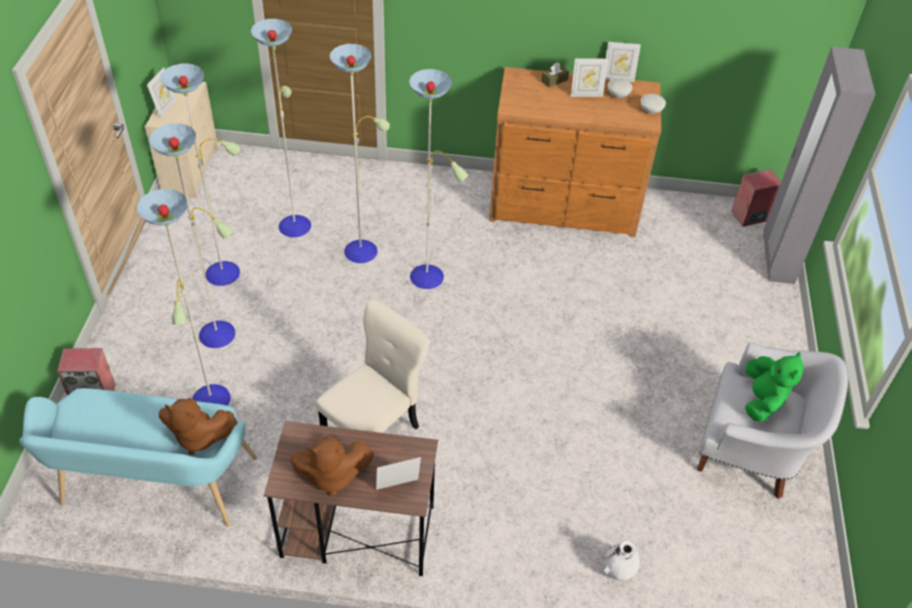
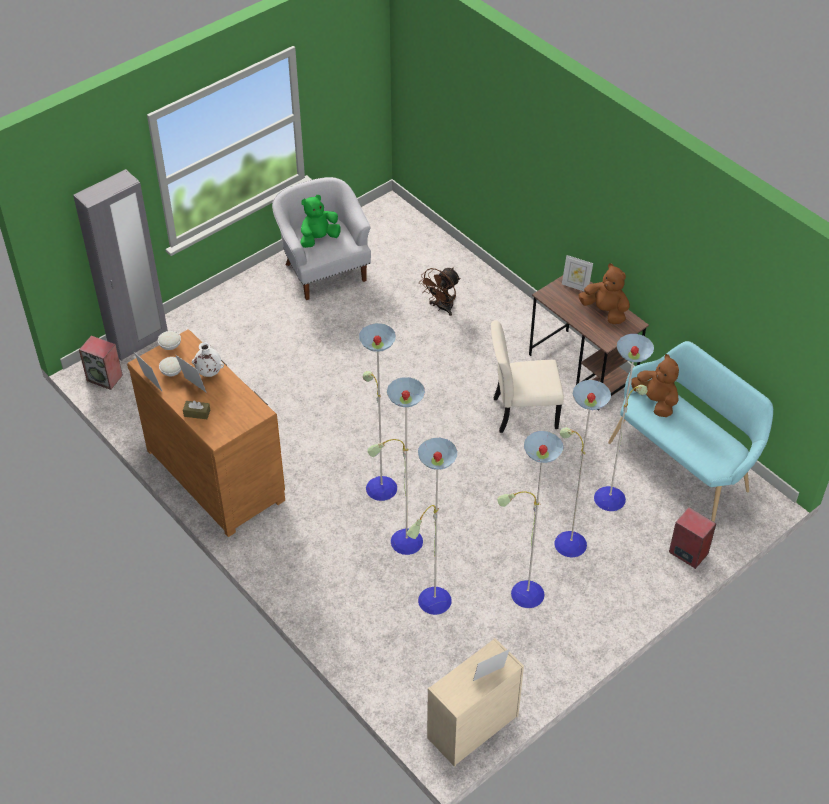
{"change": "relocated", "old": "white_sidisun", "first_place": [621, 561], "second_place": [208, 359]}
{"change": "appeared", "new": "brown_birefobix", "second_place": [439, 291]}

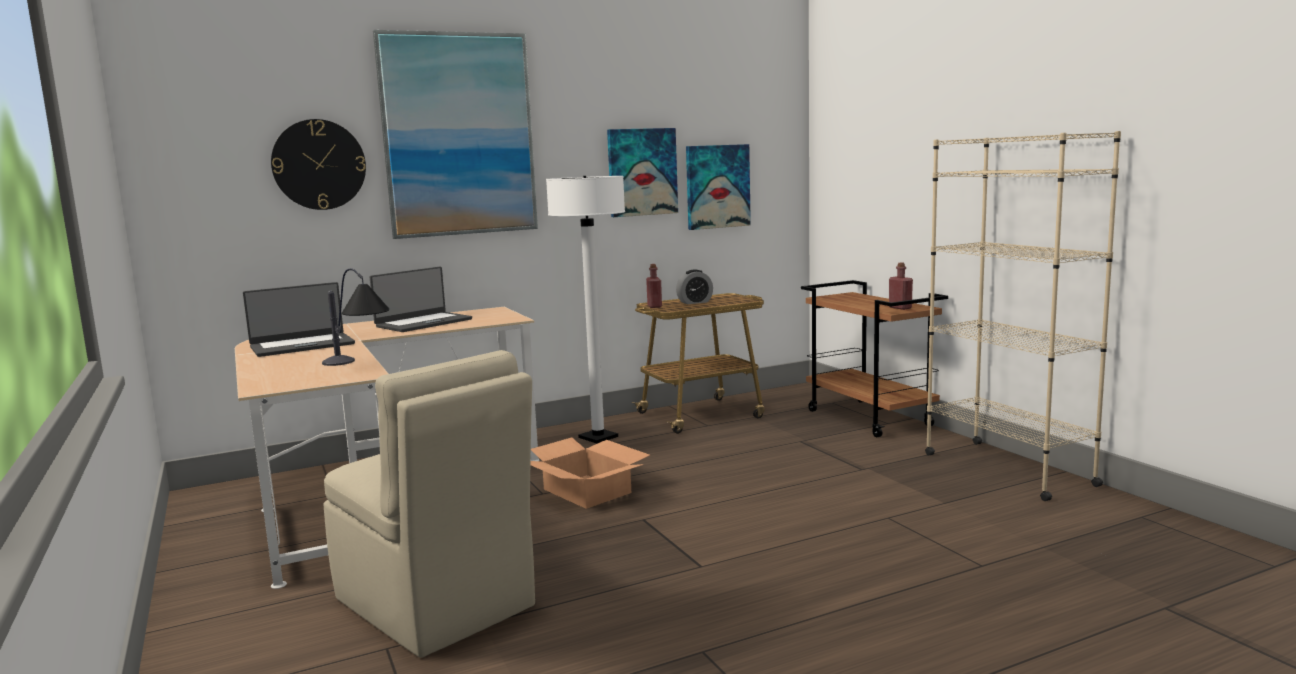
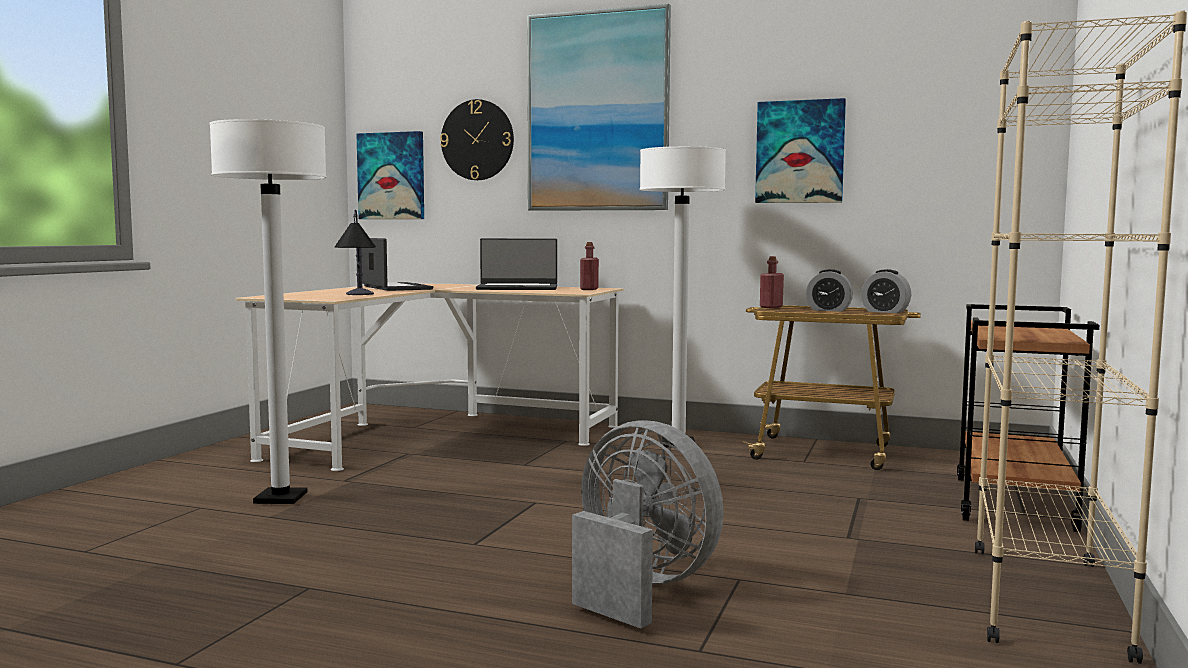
{"change": "relocated", "old": "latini", "first_place": [718, 187], "second_place": [390, 175]}
{"change": "relocated", "old": "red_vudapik", "first_place": [901, 286], "second_place": [589, 266]}
{"change": "spun", "old": "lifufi", "first_place": [299, 319], "second_place": [397, 264], "degrees": -135}
{"change": "exchanged", "old": "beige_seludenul", "new": "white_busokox", "first_place": [429, 504], "second_place": [268, 311]}
{"change": "missing", "old": "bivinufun", "first_place": [590, 473]}
{"change": "appeared", "new": "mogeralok", "second_place": [886, 291]}
{"change": "appeared", "new": "grey_birefobix", "second_place": [648, 524]}

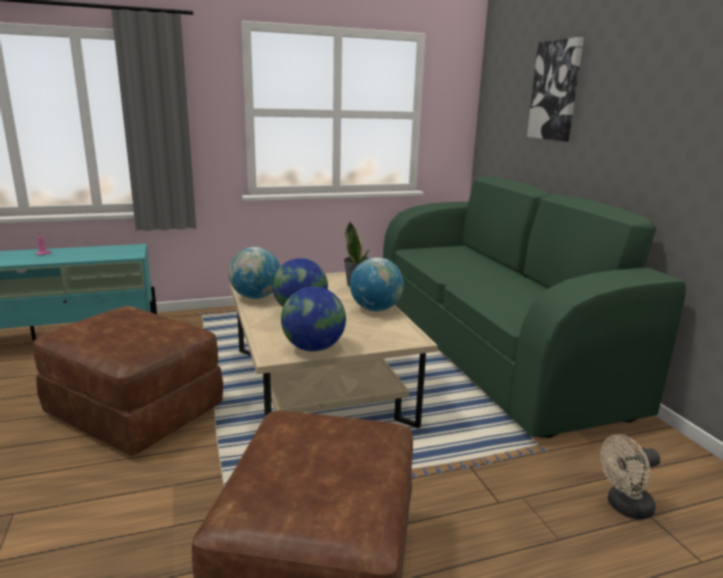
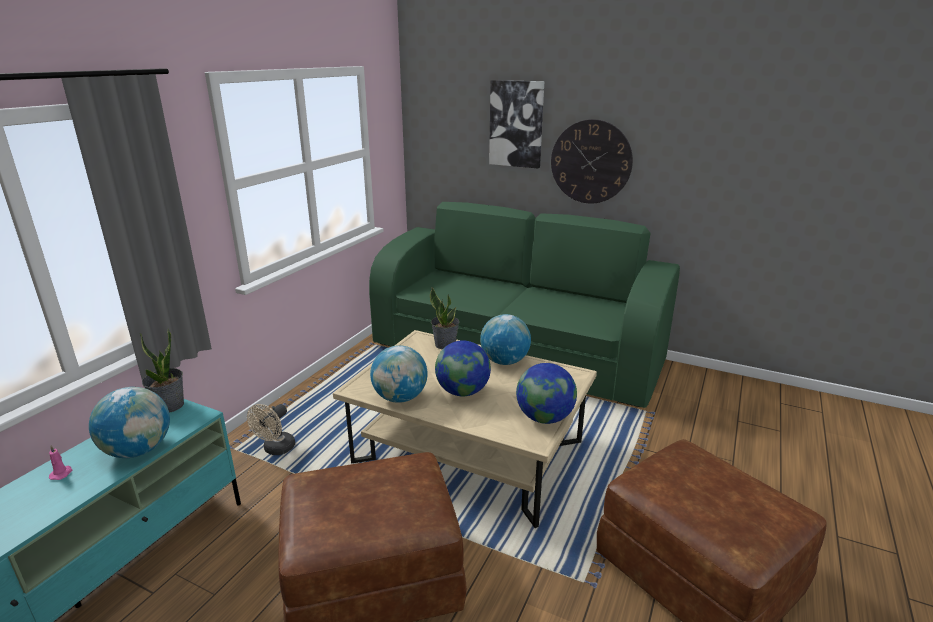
{"change": "relocated", "old": "beige_birefobix", "first_place": [630, 477], "second_place": [271, 429]}
{"change": "appeared", "new": "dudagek", "second_place": [592, 161]}
{"change": "appeared", "new": "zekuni", "second_place": [162, 370]}
{"change": "appeared", "new": "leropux", "second_place": [129, 422]}

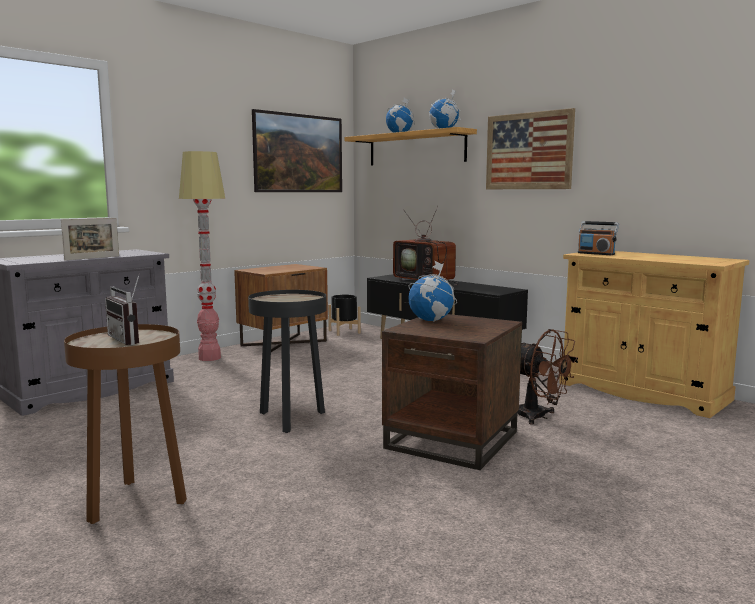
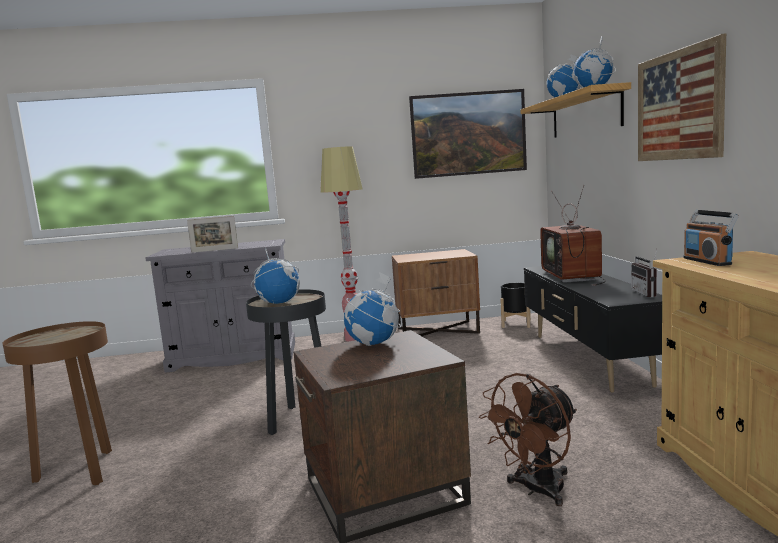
{"change": "relocated", "old": "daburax", "first_place": [122, 309], "second_place": [644, 273]}
{"change": "spun", "old": "brown_birefobix", "first_place": [547, 377], "second_place": [528, 439], "degrees": 60}
{"change": "appeared", "new": "leropux", "second_place": [275, 276]}

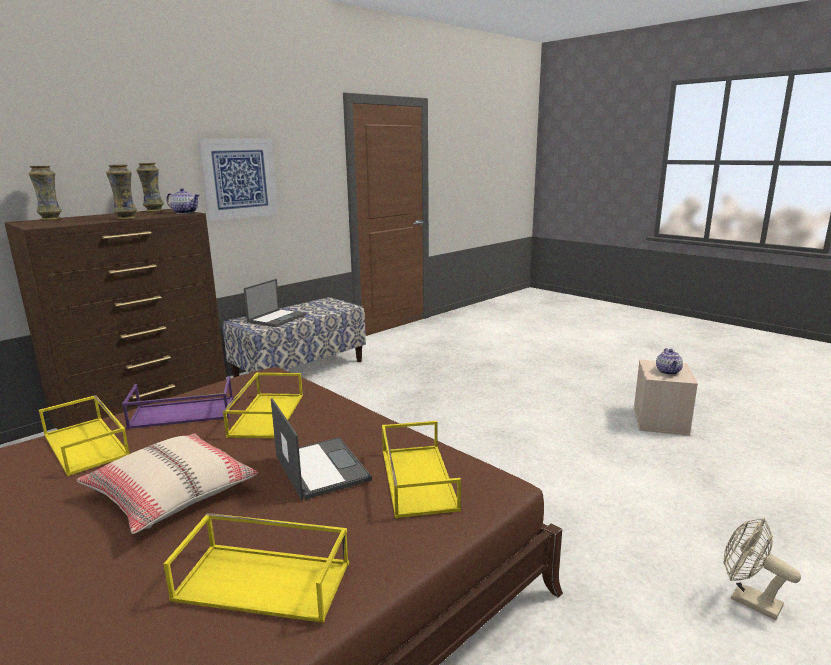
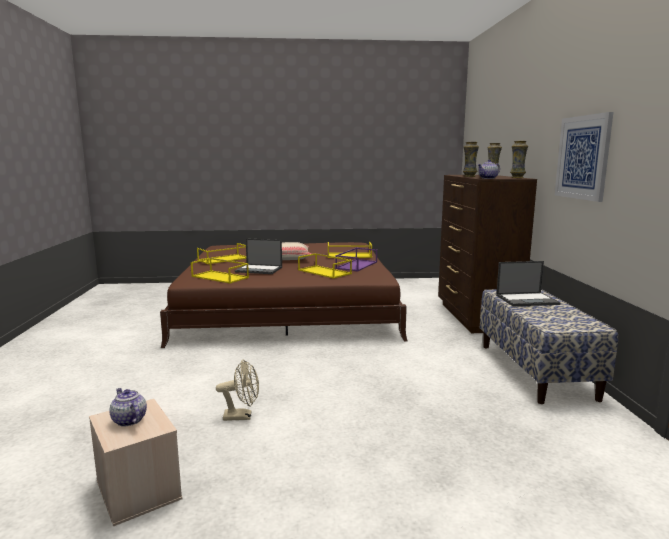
{"change": "spun", "old": "lifufi", "first_place": [275, 303], "second_place": [528, 283], "degrees": -75}
{"change": "relocated", "old": "beige_birefobix", "first_place": [762, 569], "second_place": [237, 390]}

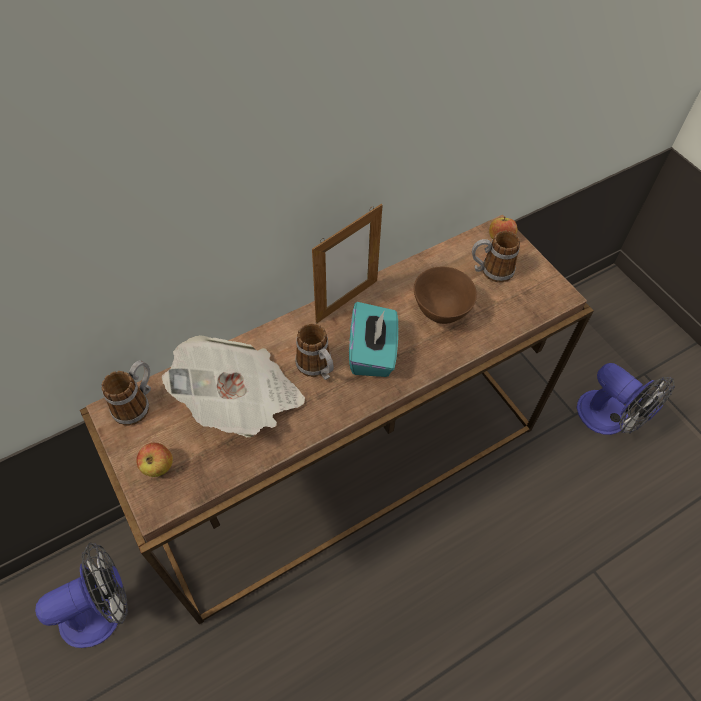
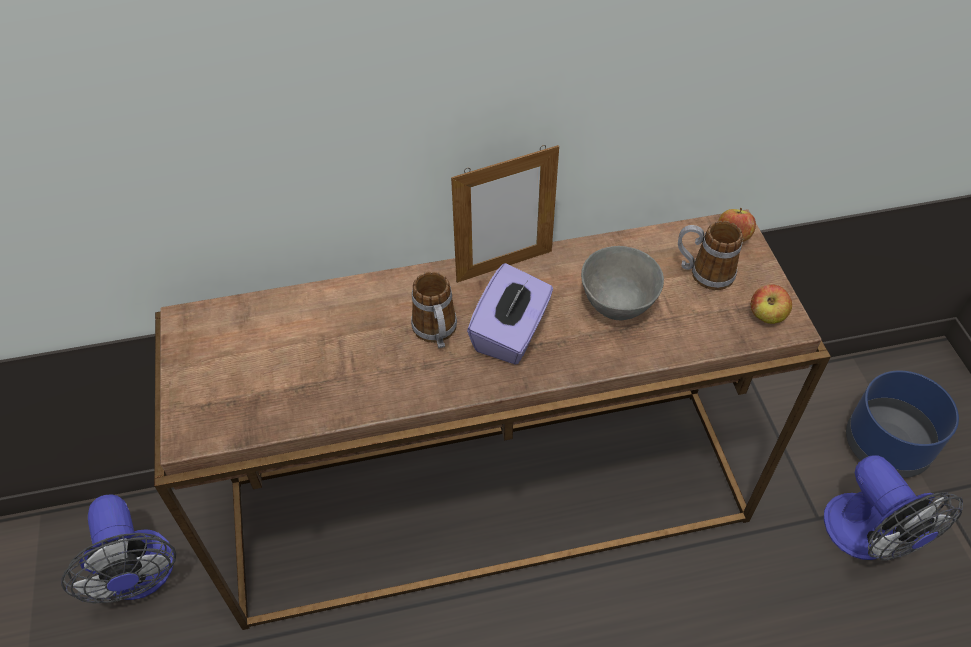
{"change": "colour", "old": "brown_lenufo", "new": "grey_lenufo", "first_place": [445, 295], "second_place": [622, 283]}
{"change": "colour", "old": "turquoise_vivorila", "new": "purple_vivorila", "first_place": [373, 339], "second_place": [510, 314]}
{"change": "missing", "old": "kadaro", "first_place": [233, 386]}
{"change": "missing", "old": "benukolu", "first_place": [126, 393]}
{"change": "relocated", "old": "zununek", "first_place": [154, 460], "second_place": [771, 304]}
{"change": "spun", "old": "birefobix", "first_place": [81, 595], "second_place": [118, 548], "degrees": 75}
{"change": "appeared", "new": "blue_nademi", "second_place": [902, 424]}

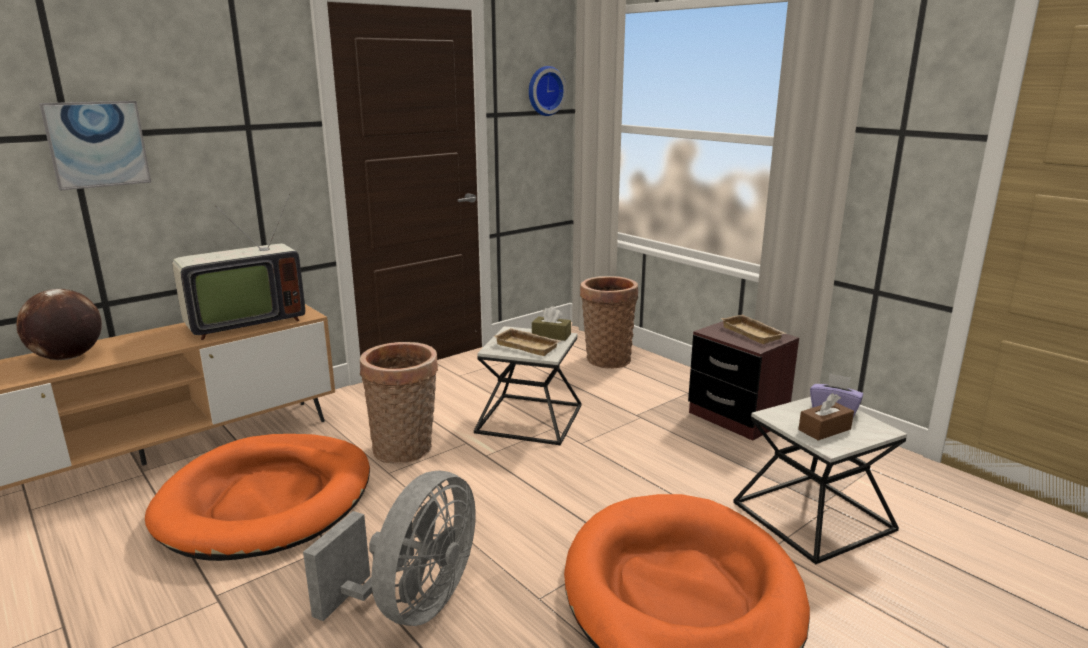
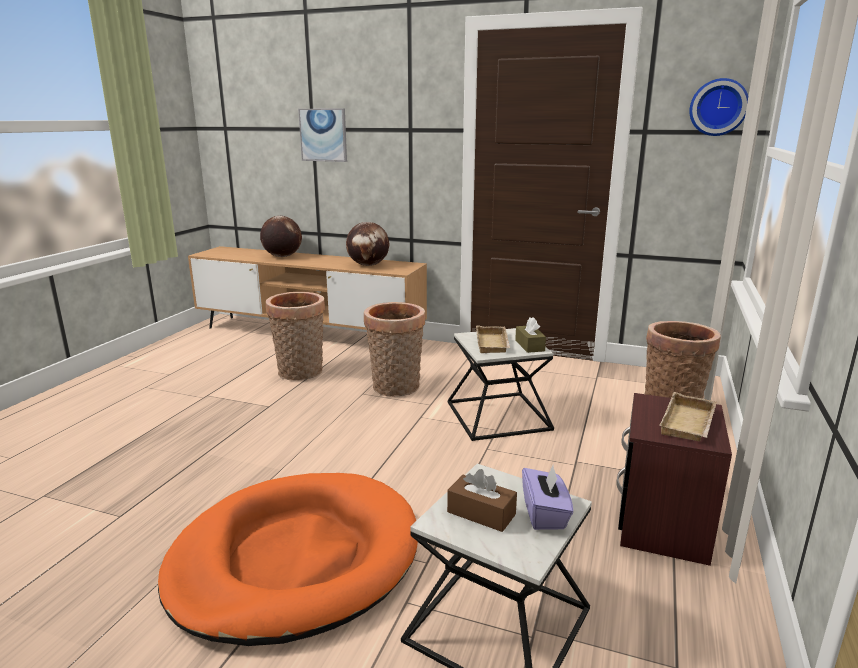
{"change": "exchanged", "old": "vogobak", "new": "leropux", "first_place": [238, 266], "second_place": [367, 244]}
{"change": "exchanged", "old": "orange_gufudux", "new": "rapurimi", "first_place": [257, 497], "second_place": [295, 336]}
{"change": "missing", "old": "grey_birefobix", "first_place": [389, 548]}

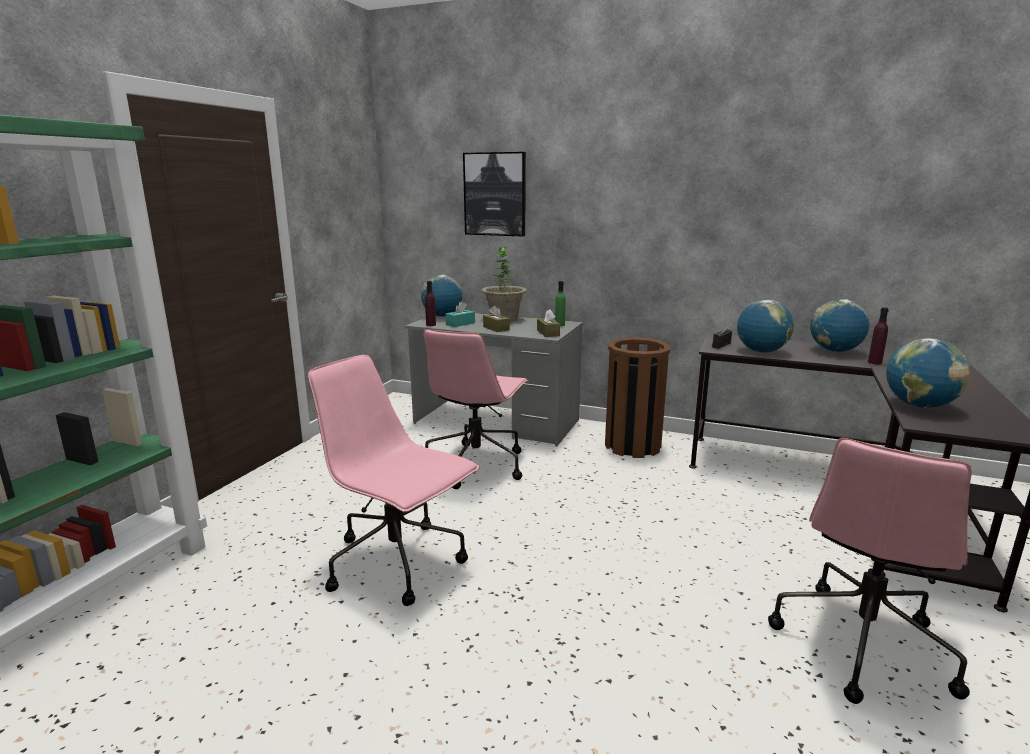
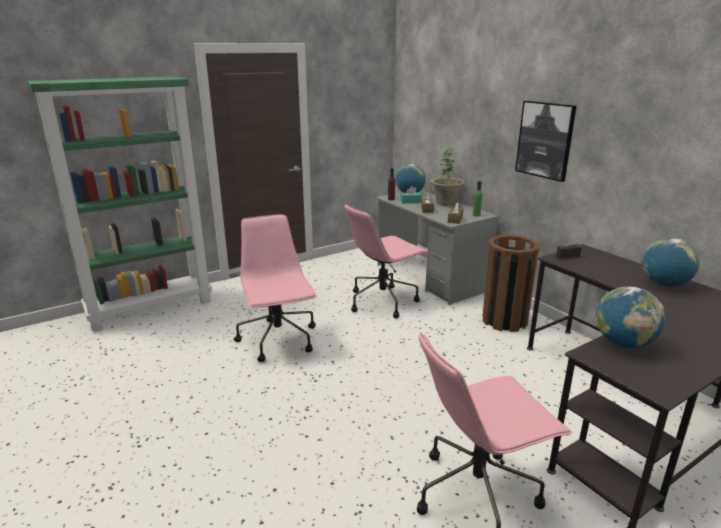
{"change": "relocated", "old": "latini", "first_place": [494, 194], "second_place": [545, 141]}
{"change": "missing", "old": "leropux", "first_place": [765, 326]}
{"change": "missing", "old": "purple_vudapik", "first_place": [878, 335]}

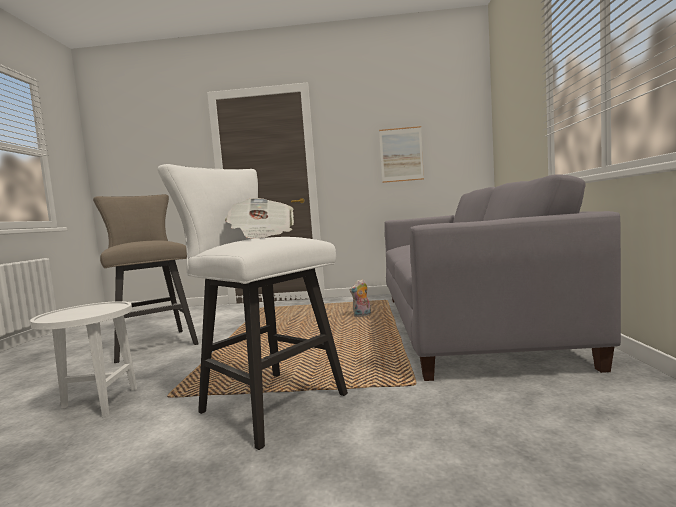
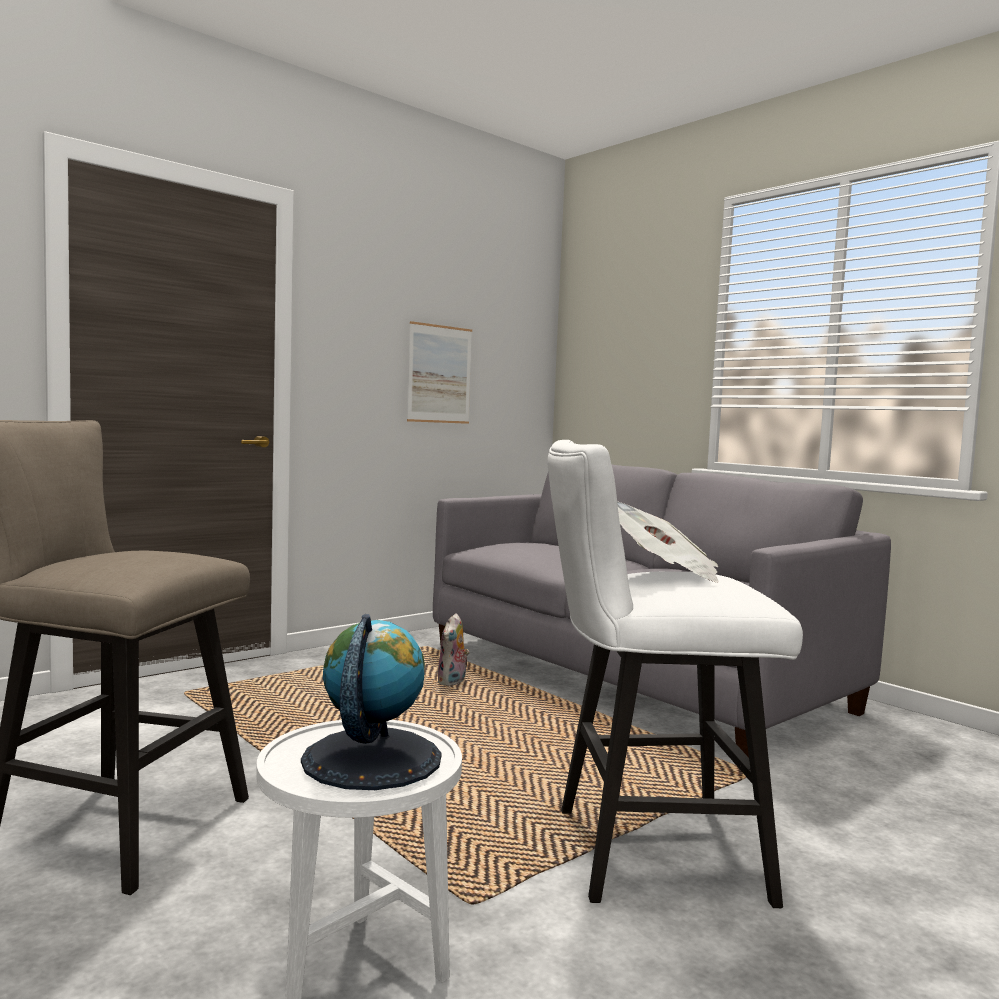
{"change": "appeared", "new": "leropux", "second_place": [371, 702]}

